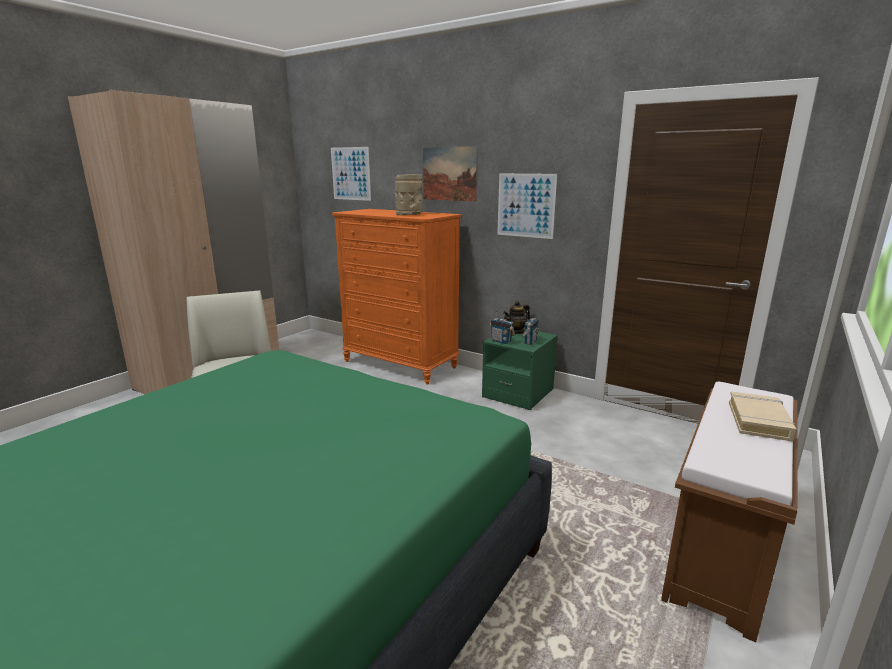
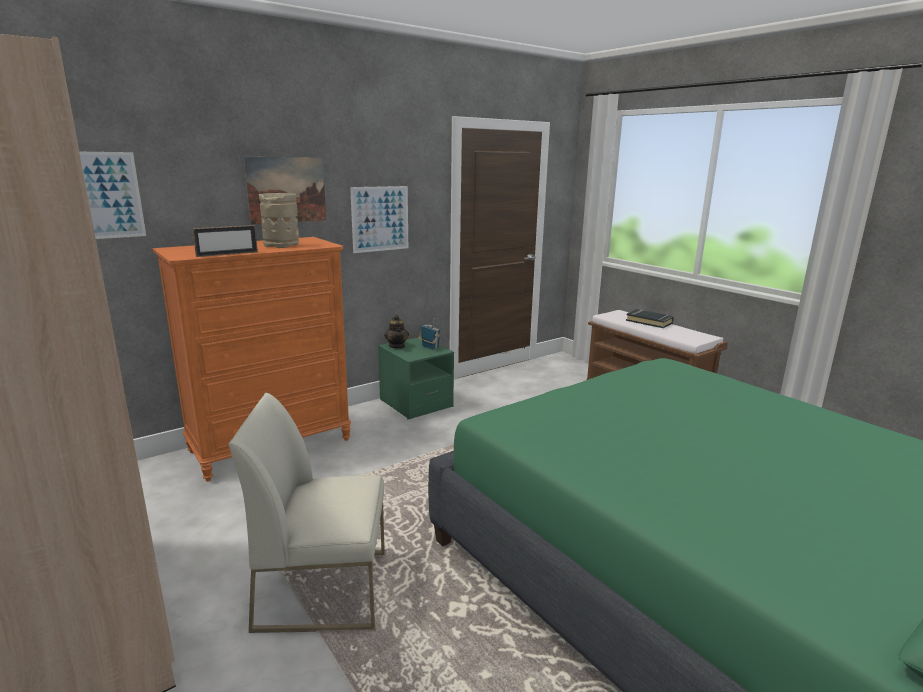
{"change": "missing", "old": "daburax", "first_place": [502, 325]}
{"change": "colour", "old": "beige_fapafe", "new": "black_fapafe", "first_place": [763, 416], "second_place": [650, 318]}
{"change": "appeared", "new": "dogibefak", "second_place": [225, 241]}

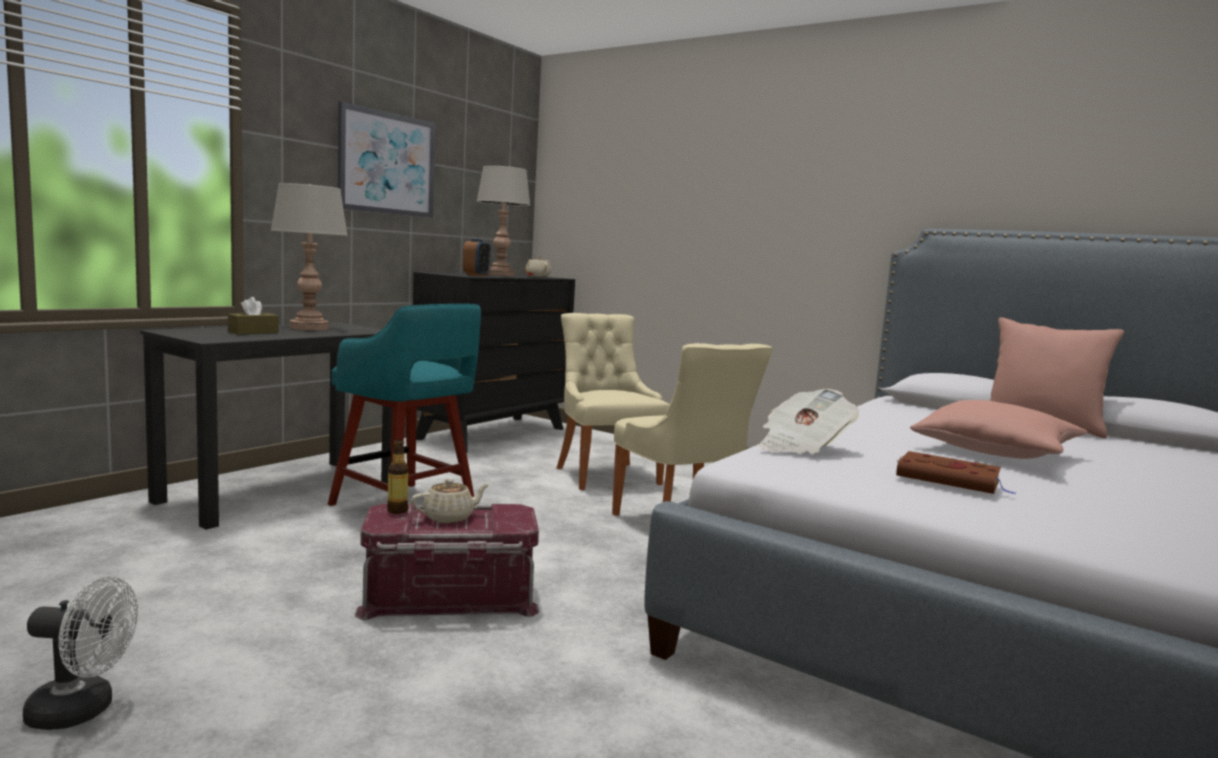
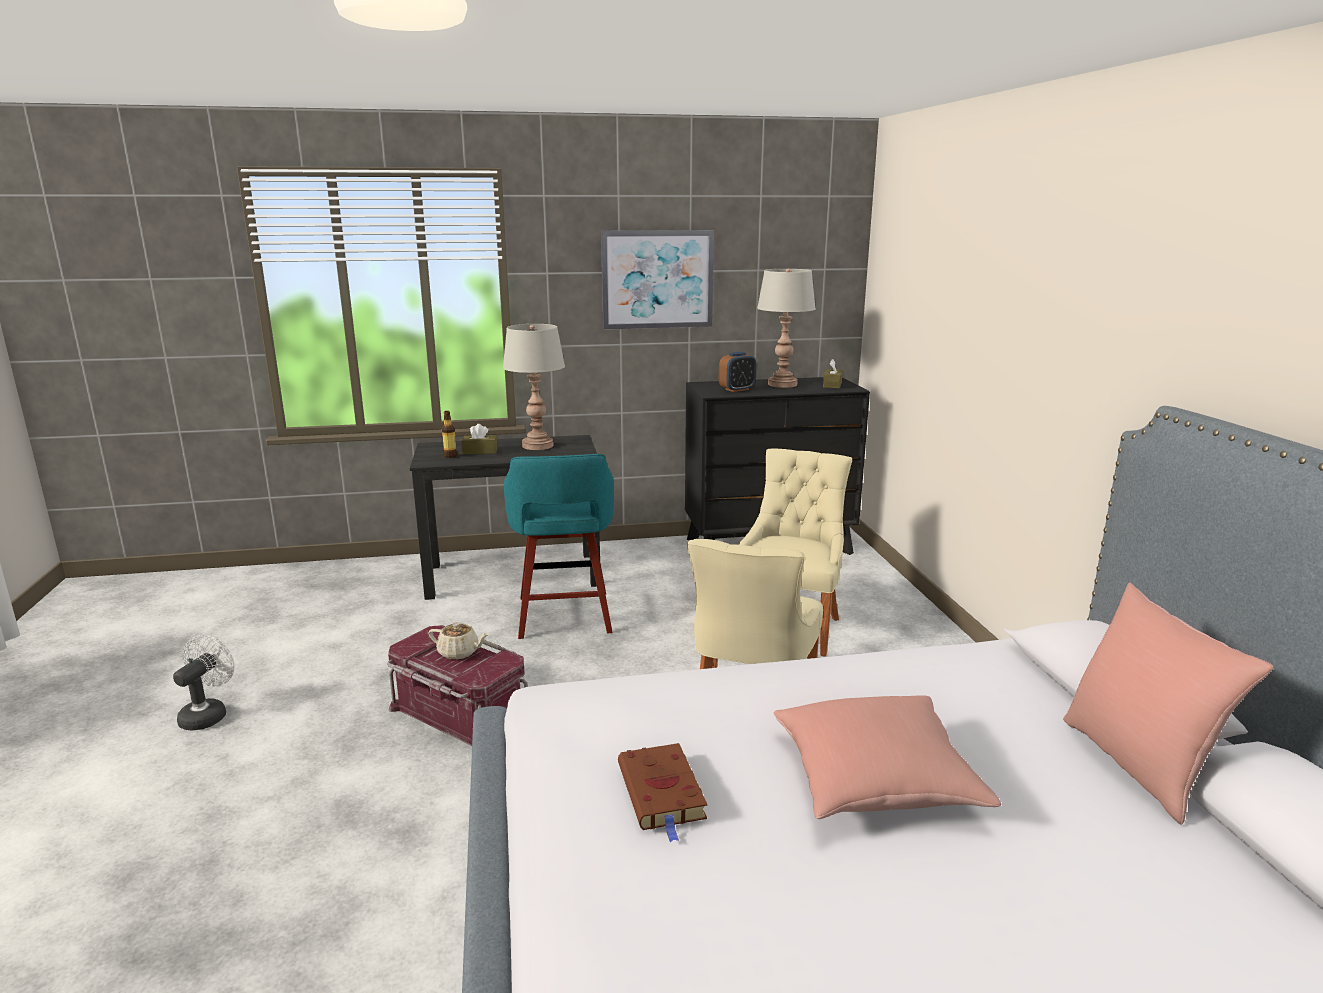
{"change": "exchanged", "old": "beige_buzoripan", "new": "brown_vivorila", "first_place": [538, 266], "second_place": [833, 374]}
{"change": "missing", "old": "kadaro", "first_place": [809, 421]}
{"change": "relocated", "old": "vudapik", "first_place": [398, 476], "second_place": [449, 434]}
{"change": "spun", "old": "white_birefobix", "first_place": [80, 653], "second_place": [203, 682], "degrees": -120}

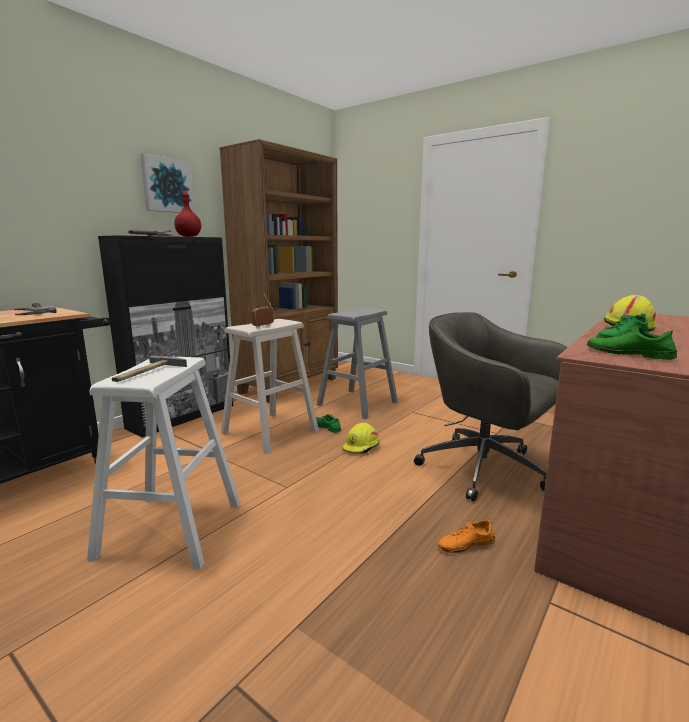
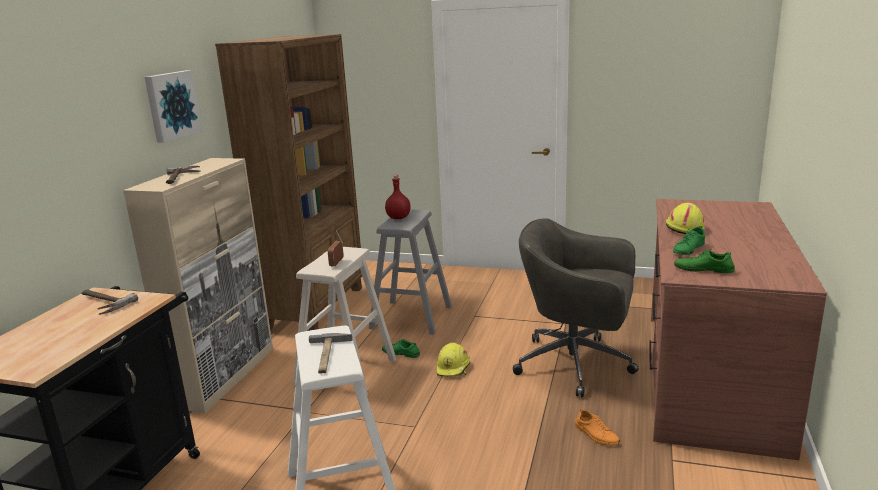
{"change": "relocated", "old": "red_vudapik", "first_place": [187, 214], "second_place": [398, 197]}
{"change": "colour", "old": "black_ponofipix", "new": "beige_ponofipix", "first_place": [165, 336], "second_place": [198, 285]}
{"change": "spun", "old": "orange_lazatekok", "first_place": [466, 536], "second_place": [597, 427], "degrees": -90}

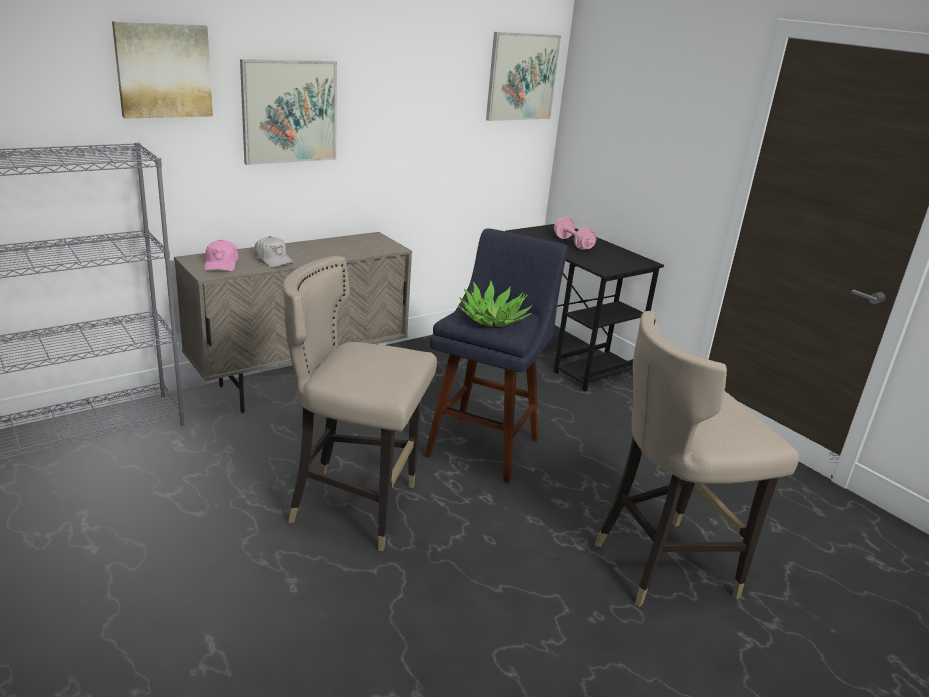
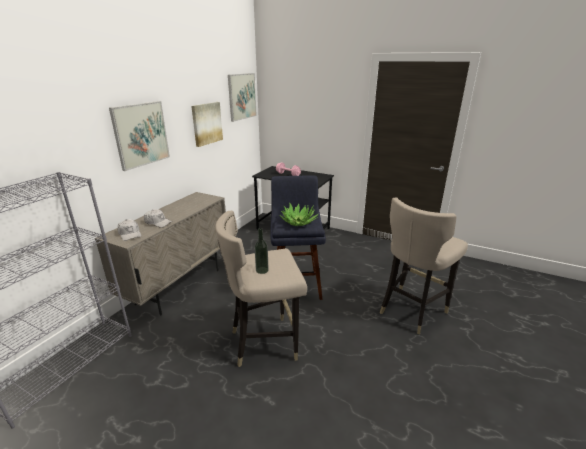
{"change": "relocated", "old": "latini", "first_place": [162, 69], "second_place": [207, 124]}
{"change": "colour", "old": "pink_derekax", "new": "white_derekax", "first_place": [221, 255], "second_place": [129, 230]}
{"change": "appeared", "new": "vudapik", "second_place": [262, 251]}

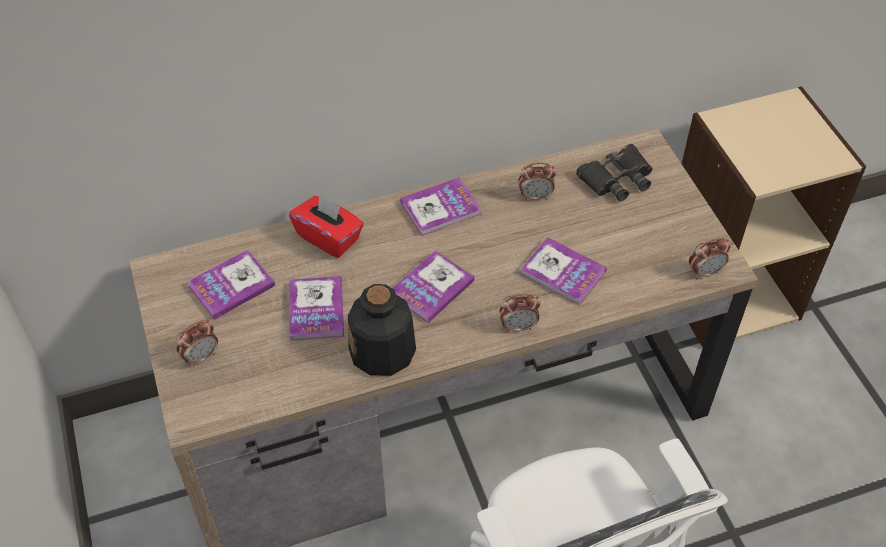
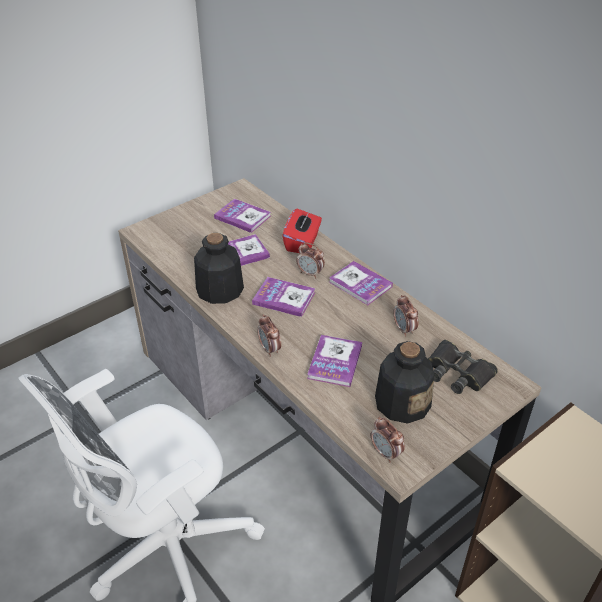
{"change": "relocated", "old": "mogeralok", "first_place": [197, 343], "second_place": [311, 260]}
{"change": "appeared", "new": "vudapik", "second_place": [405, 382]}

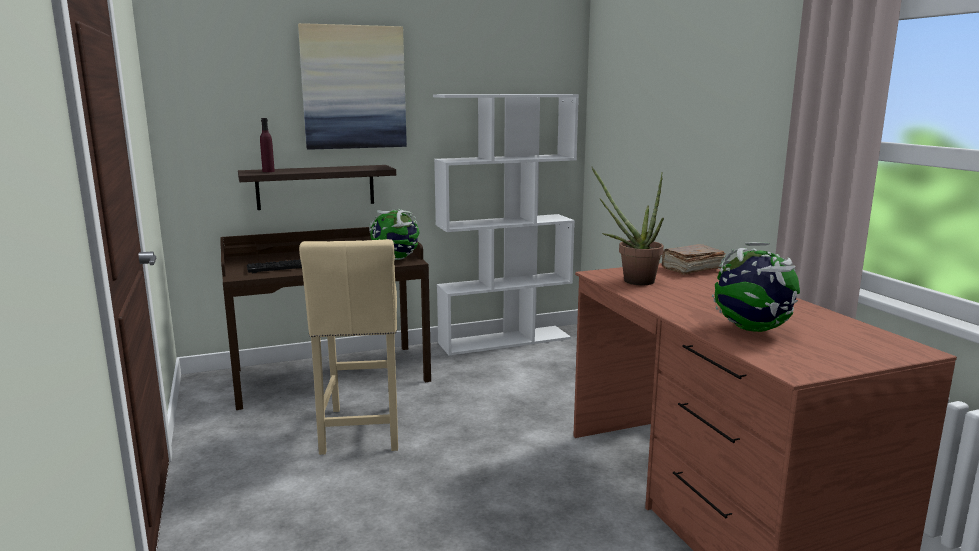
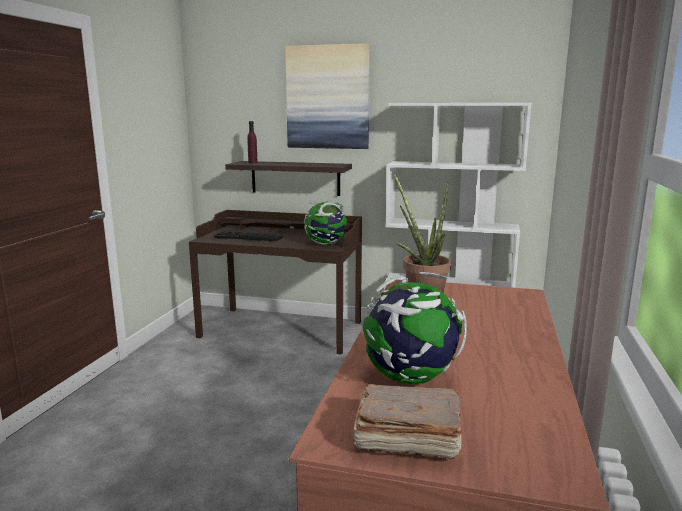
{"change": "missing", "old": "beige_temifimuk", "first_place": [348, 347]}
{"change": "relocated", "old": "brown_fapafe", "first_place": [694, 259], "second_place": [407, 421]}

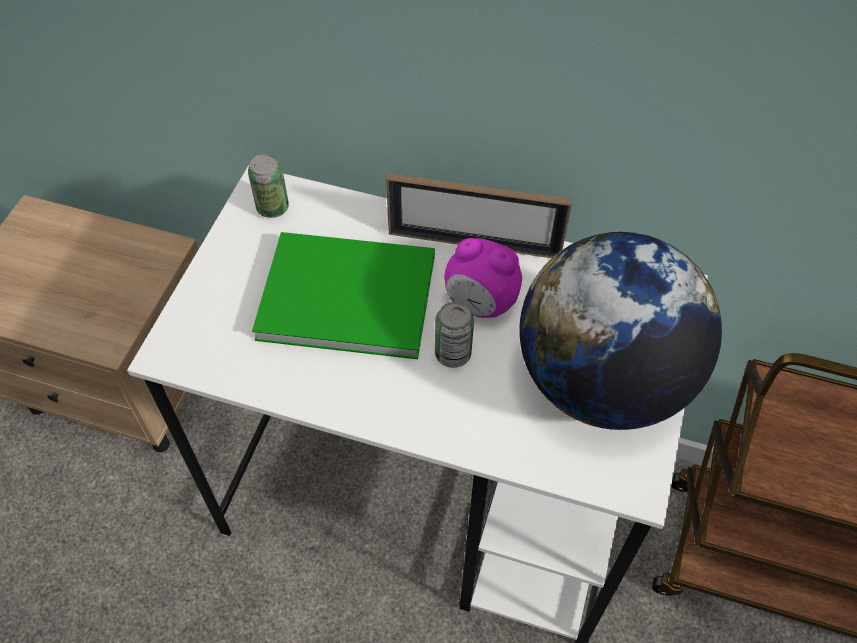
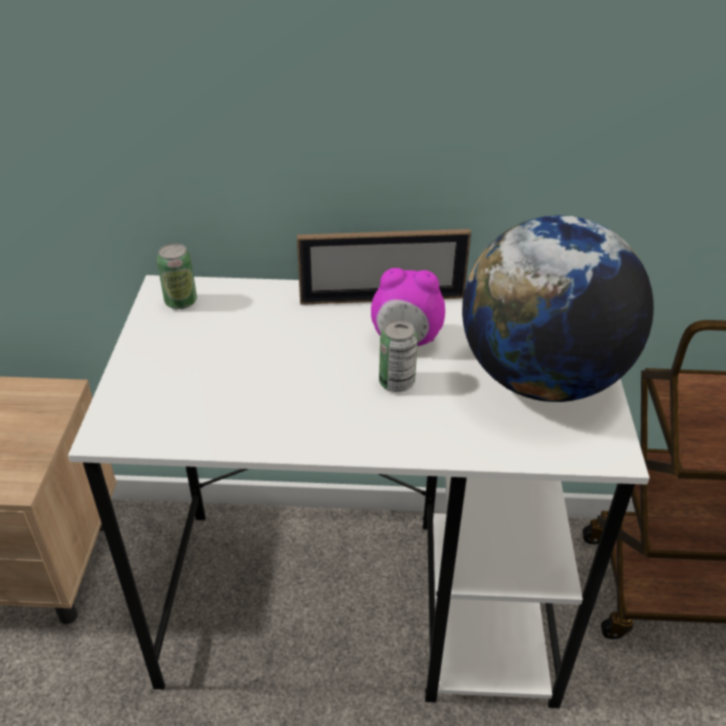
{"change": "missing", "old": "green_fapafe", "first_place": [343, 295]}

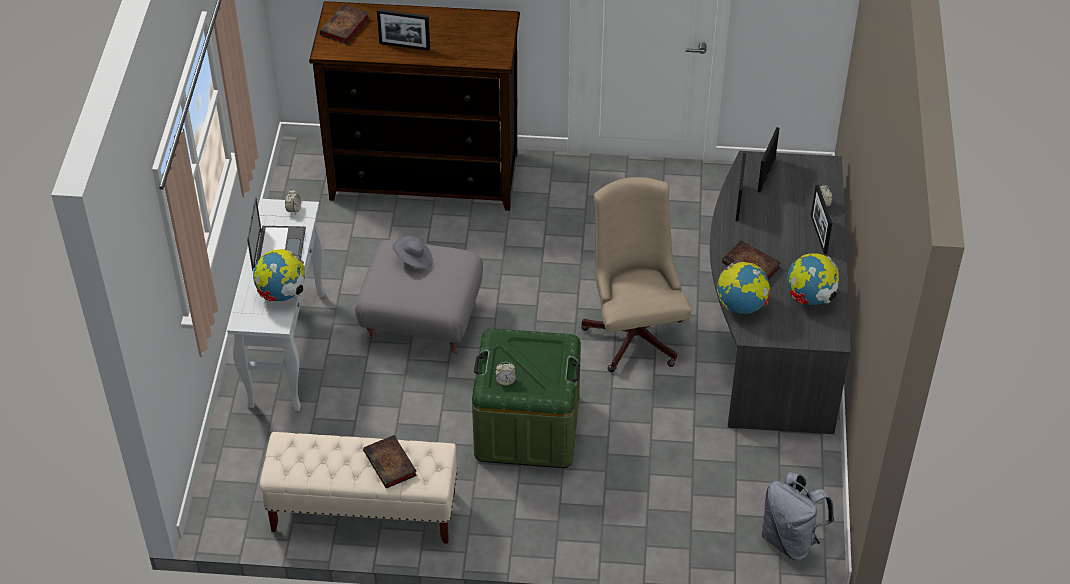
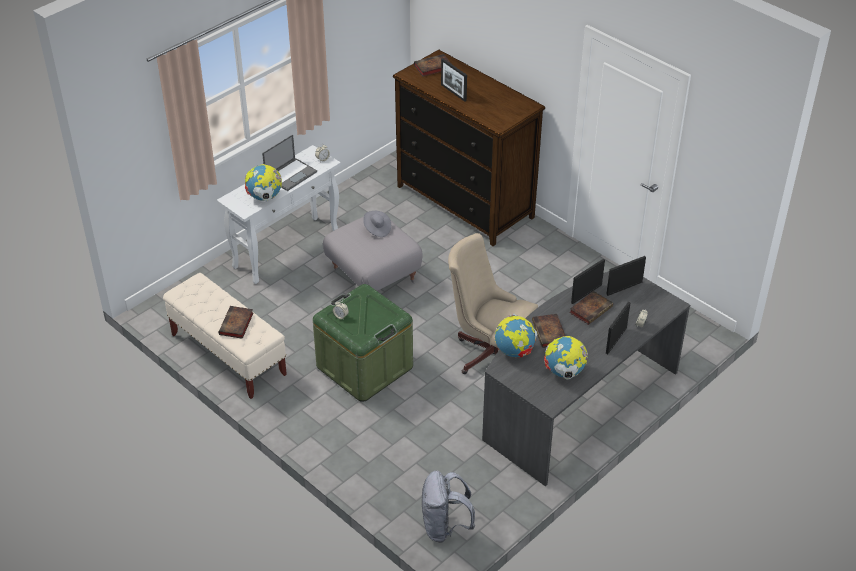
{"change": "spun", "old": "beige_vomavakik", "first_place": [636, 274], "second_place": [493, 303], "degrees": -90}
{"change": "appeared", "new": "fapafe", "second_place": [591, 308]}

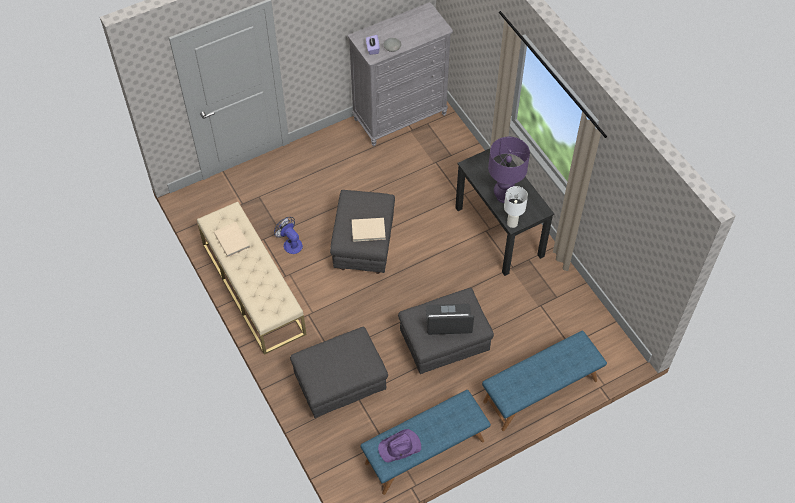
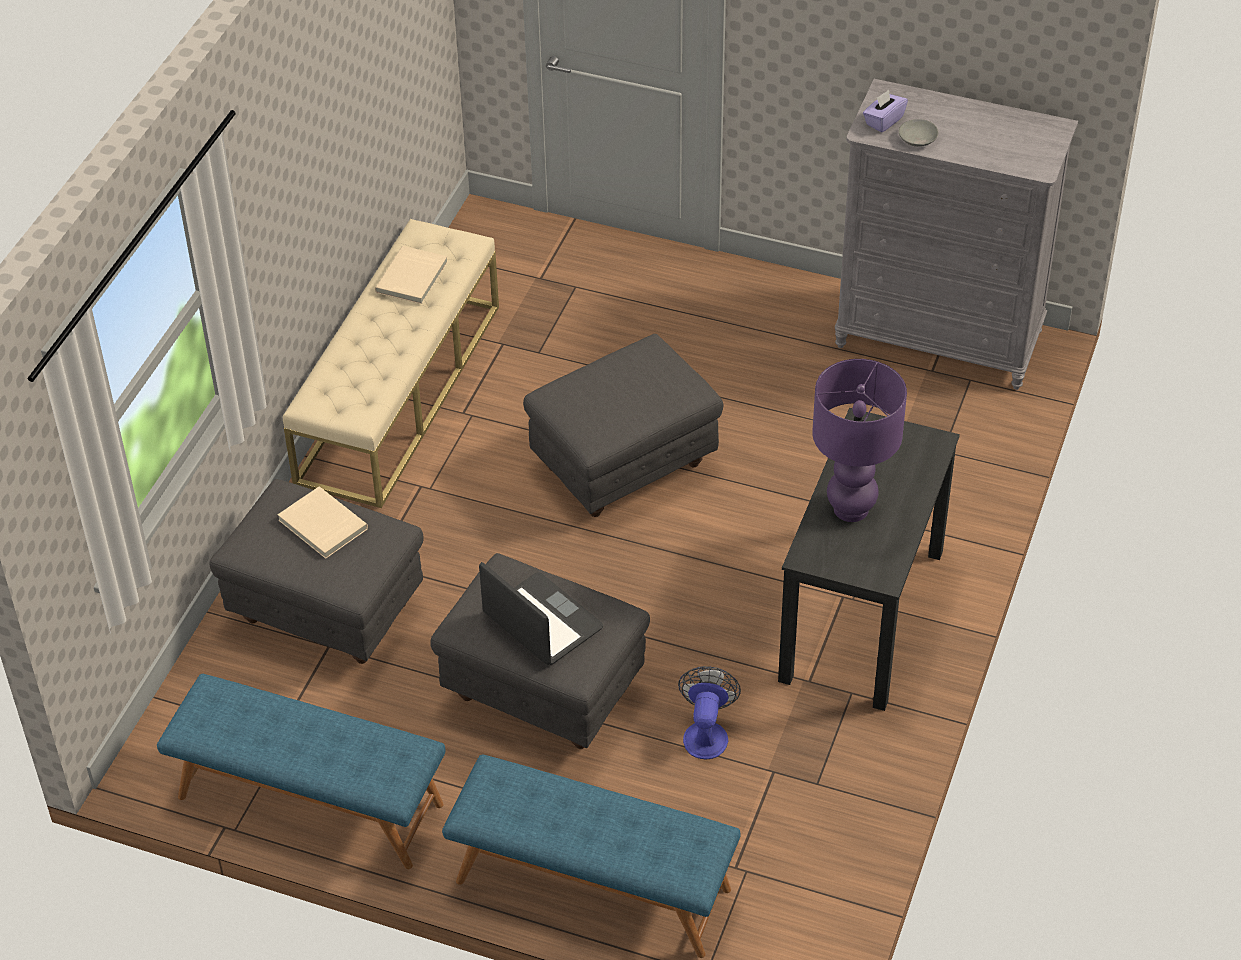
{"change": "missing", "old": "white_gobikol", "first_place": [516, 207]}
{"change": "relocated", "old": "birefobix", "first_place": [288, 235], "second_place": [709, 712]}
{"change": "relocated", "old": "beige_fapafe", "first_place": [369, 230], "second_place": [323, 522]}
{"change": "missing", "old": "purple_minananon", "first_place": [399, 446]}

